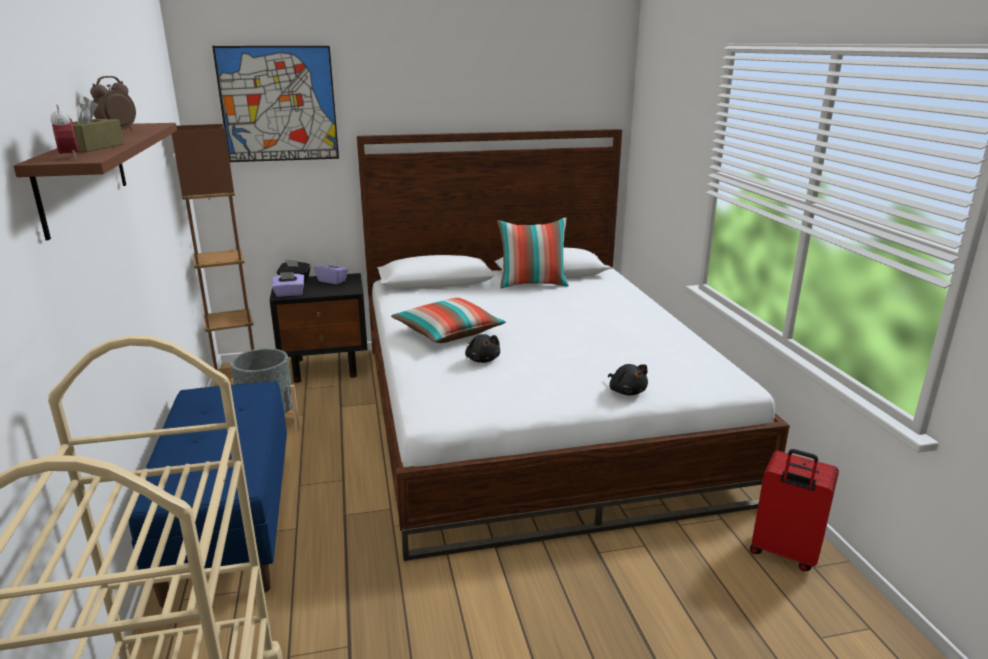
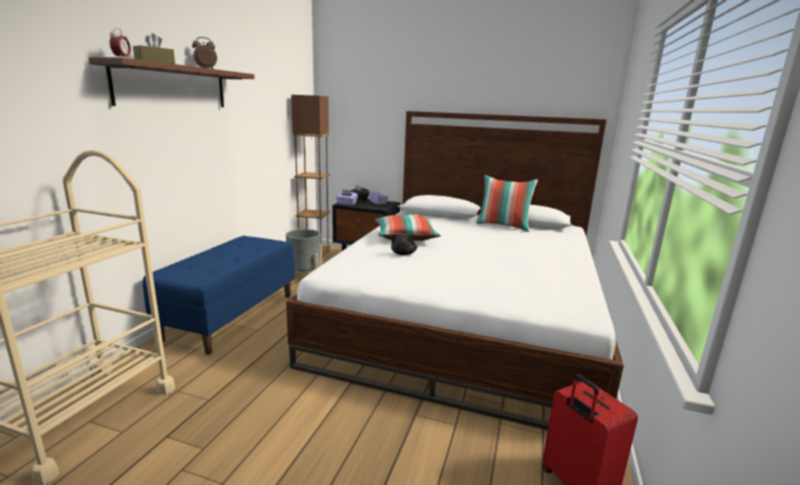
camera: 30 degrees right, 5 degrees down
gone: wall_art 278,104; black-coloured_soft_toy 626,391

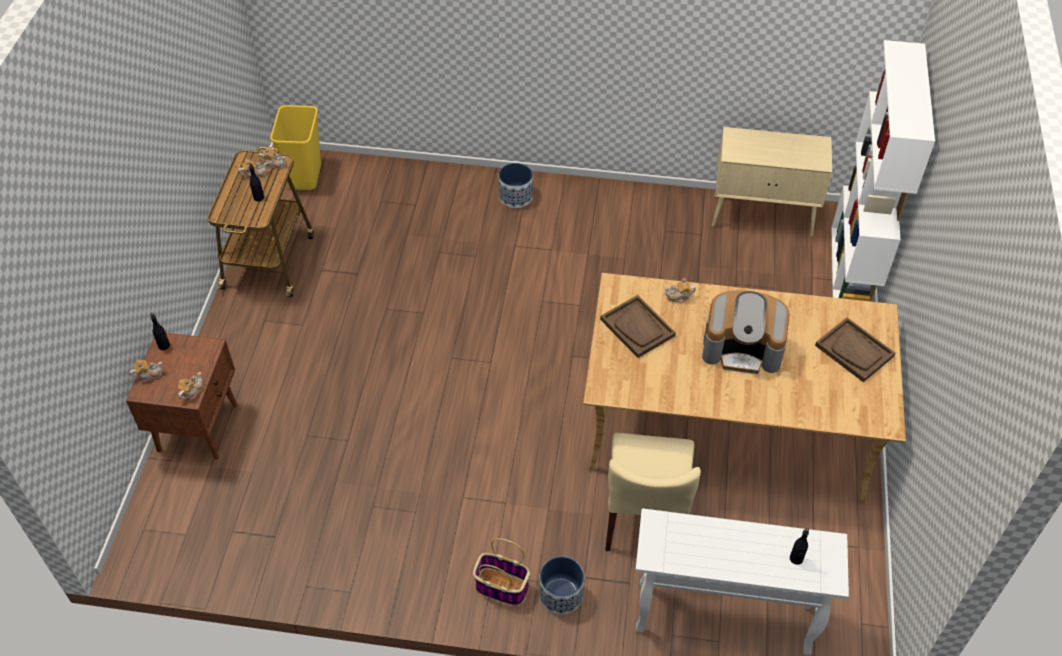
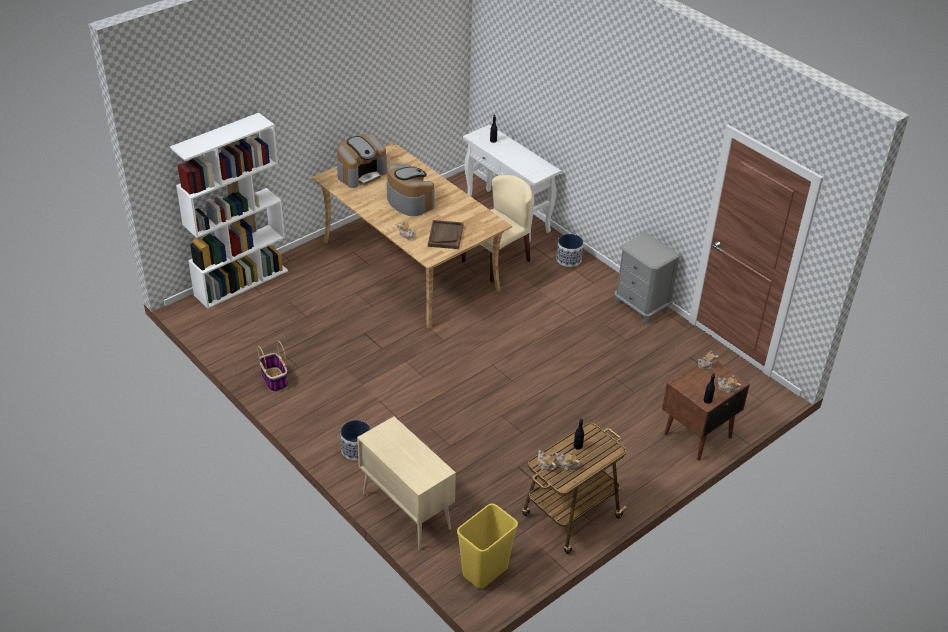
camera: 140 degrees left, 10 degrees down
new: gray_bedside_table 641,307
shifted: beige_cabinet 763,216 to 405,510; household_basket 500,587 to 275,380
swapped: brownish_tray 854,351 to coffee_brewer 361,174

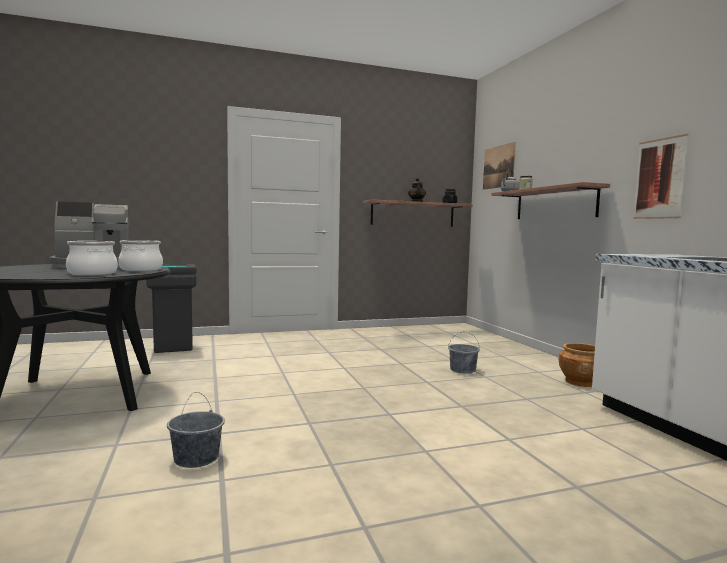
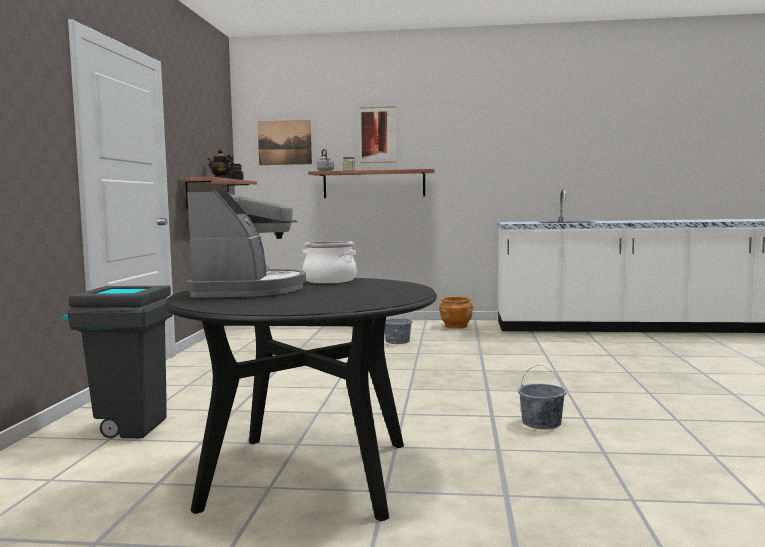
camera: 65 degrees left, 0 degrees up
gone: cooking_pot 93,273
shifted: wall_art 659,178 to 377,135

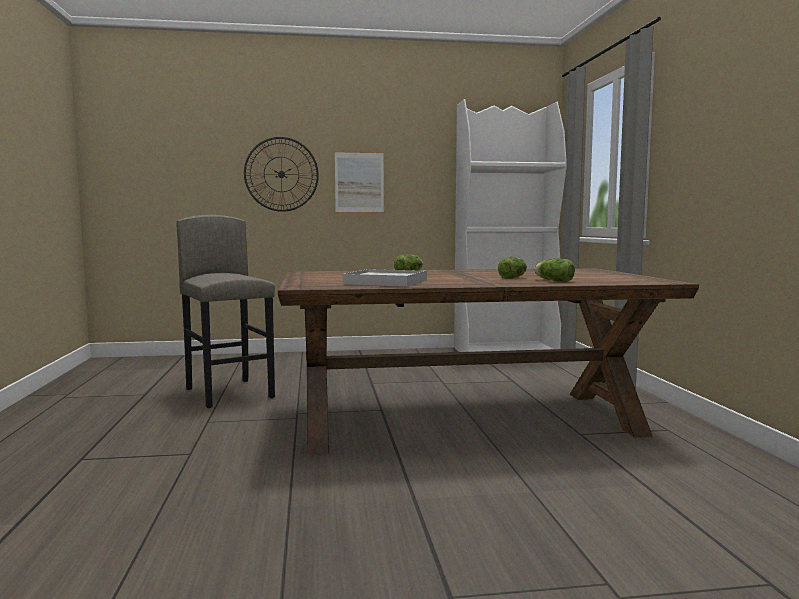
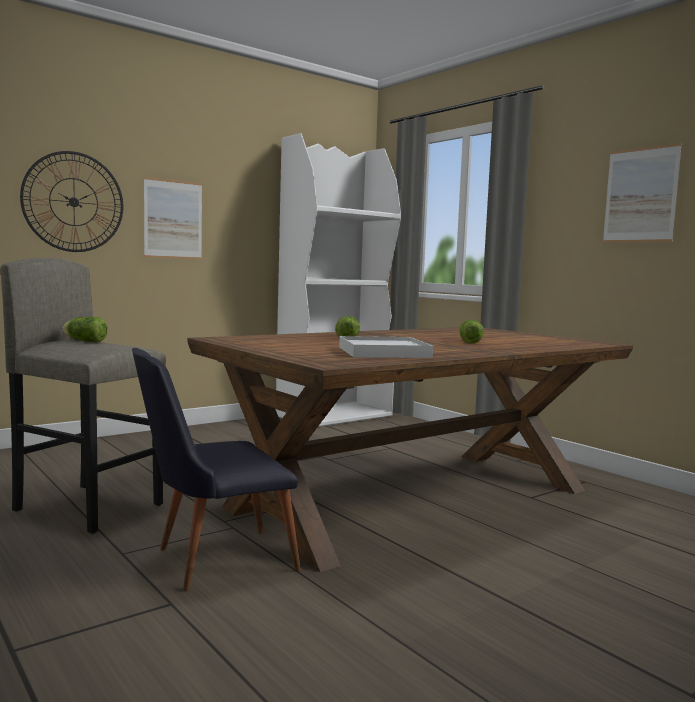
camera: 30 degrees left, 0 degrees up
new: wall_art 640,195; black-coloured_upright_chair 212,560
shifted: head_of_lettuce 553,281 to 84,341

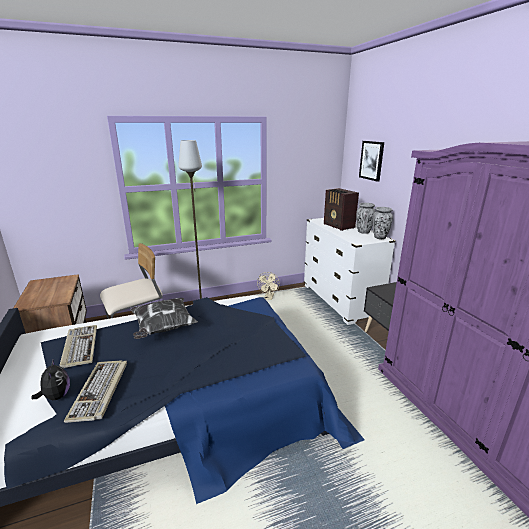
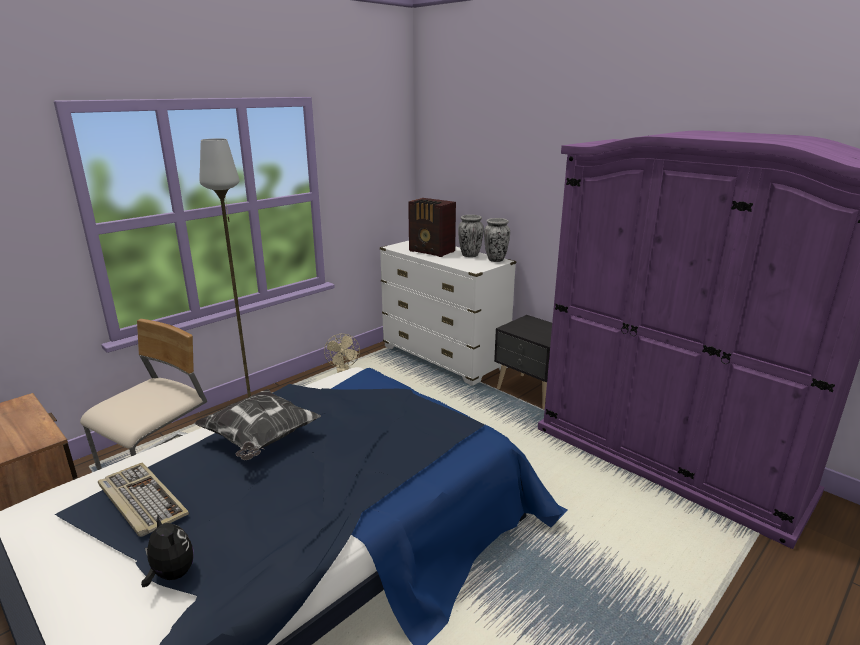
camera: 25 degrees left, 0 degrees up
gone: wall_art 372,160; keyboard 100,391

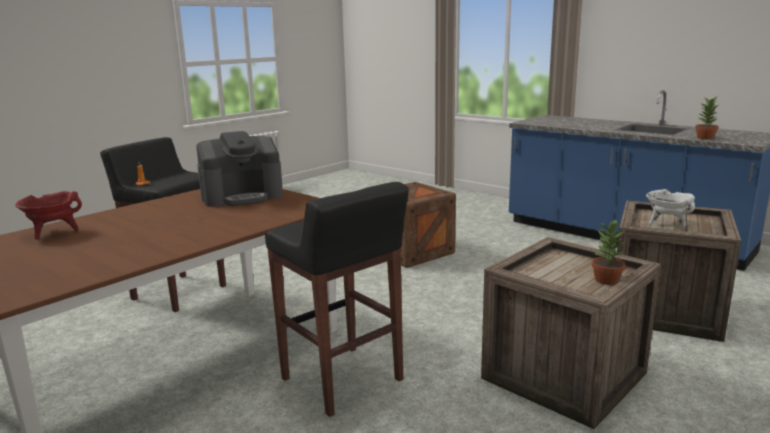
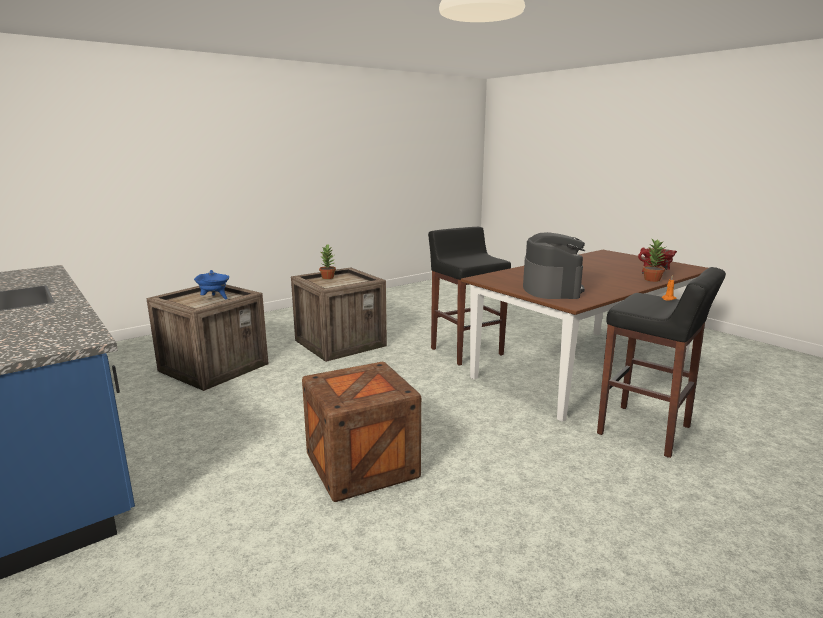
camera: 170 degrees left, 0 degrees up
shifted: potted_plant 705,138 to 652,279
repainted: whitish_cooking_pot 667,224 to bluish_cooking_pot 214,298
rotated: coffee_brewer 242,196 = 551,289 105 degrees clockwise

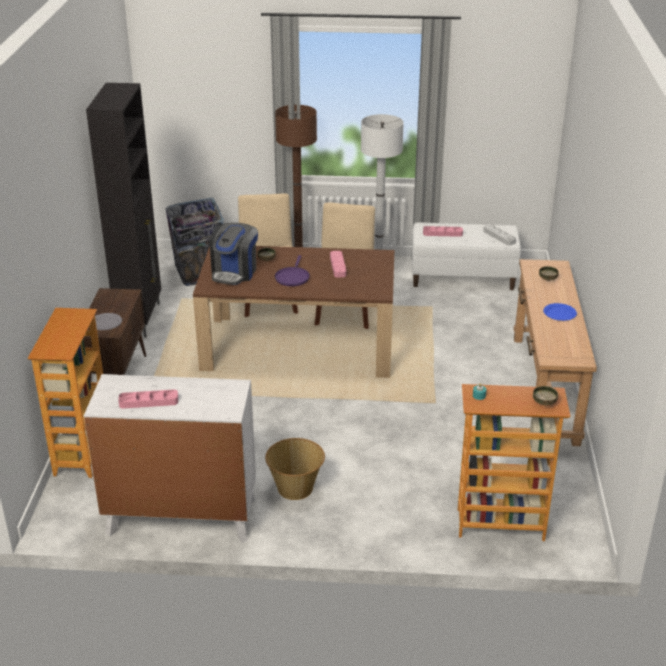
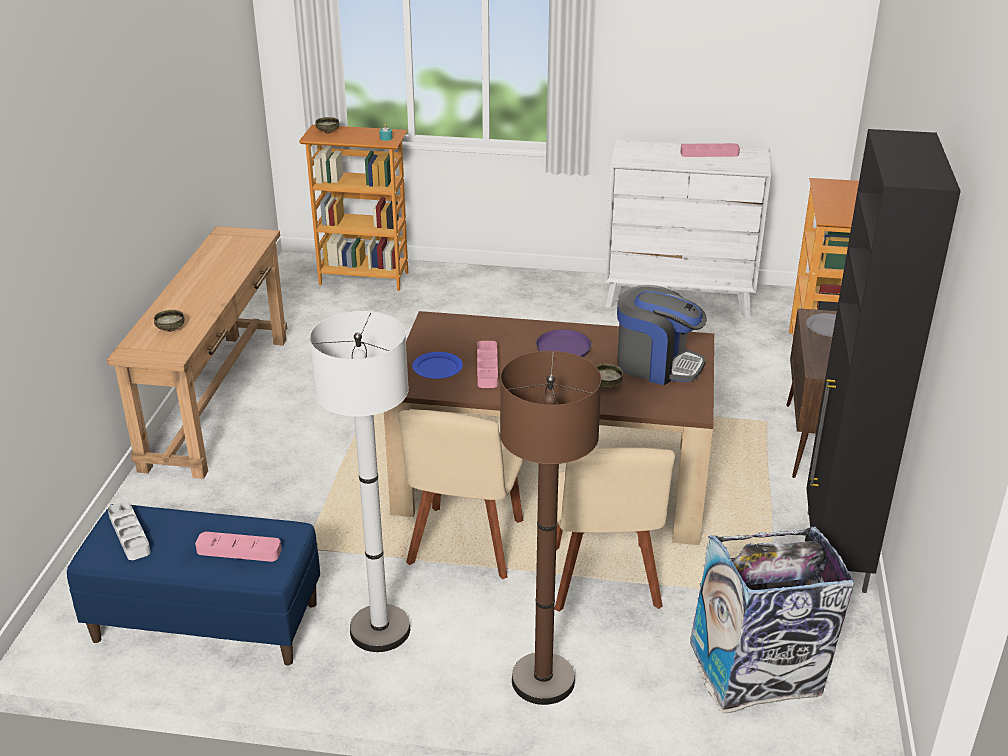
camera: 175 degrees left, 0 degrees up
gone: household_basket 295,488
shifted: bluish_plate 559,314 to 437,368
repainted: whitish_bench 463,277 to bluish_bench 205,622
rotated: coffee_brewer 234,272 = 657,364 90 degrees clockwise

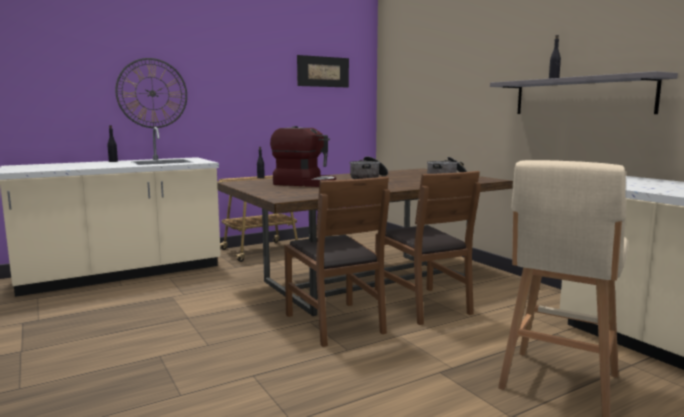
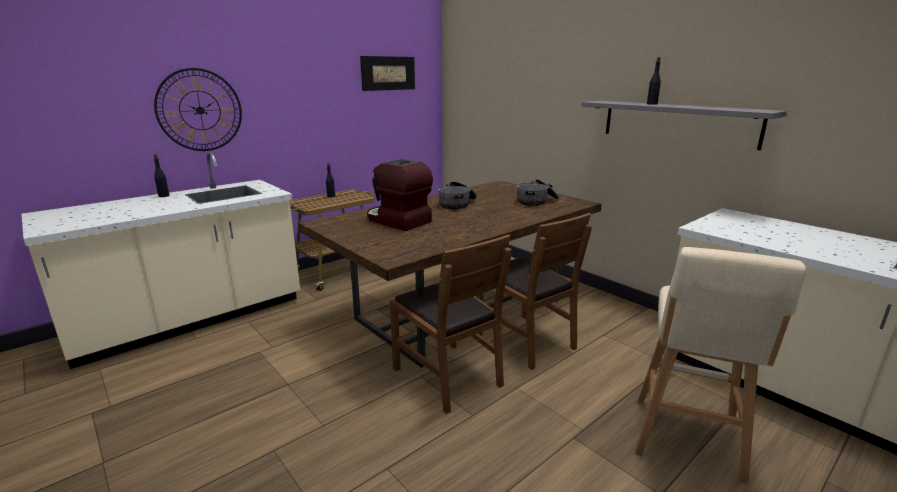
camera: 10 degrees left, 10 degrees up
rotated: coffee_brewer 305,183 = 397,221 150 degrees counterclockwise

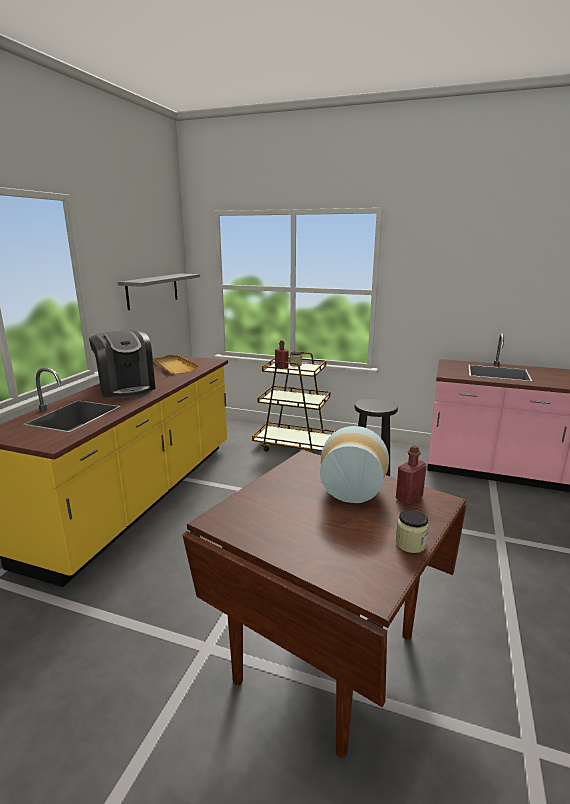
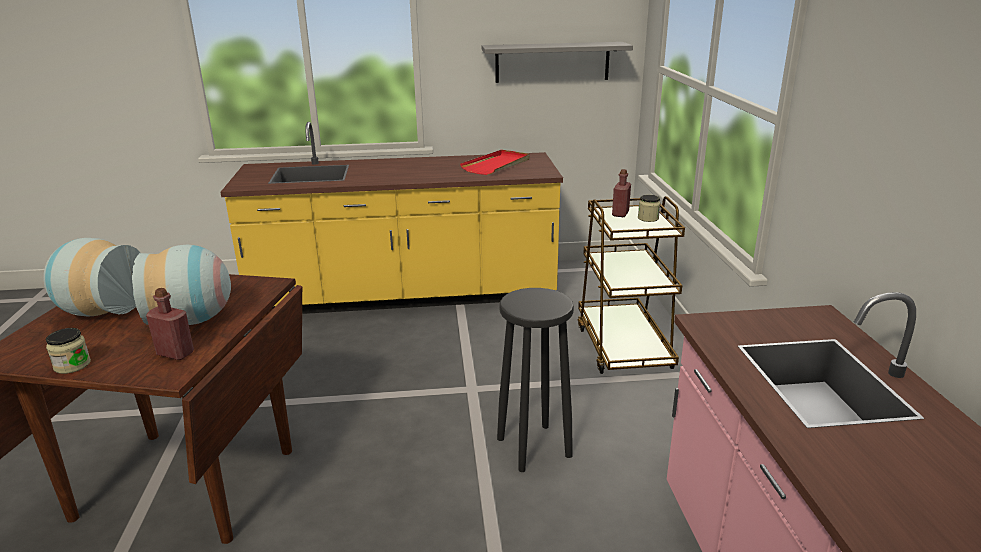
camera: 65 degrees right, 5 degrees up
gone: coffee_brewer 126,388
new: decorative_vase 101,311
repainted: beige_tray 174,366 to red_tray 497,165

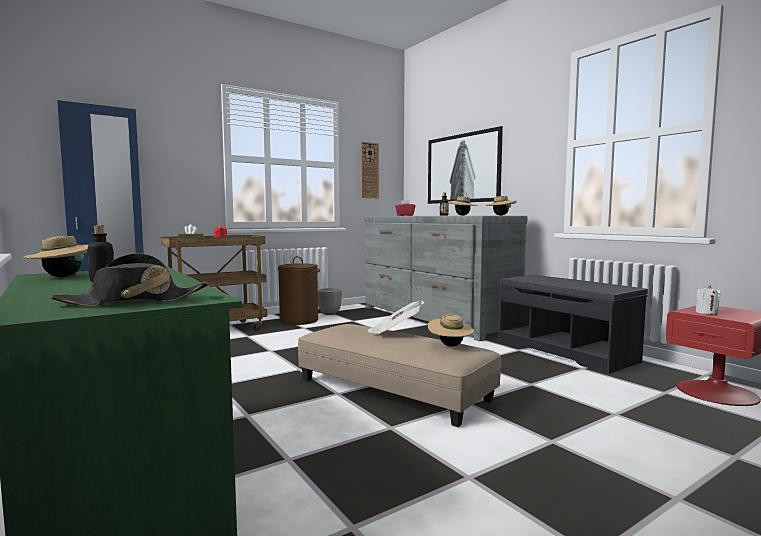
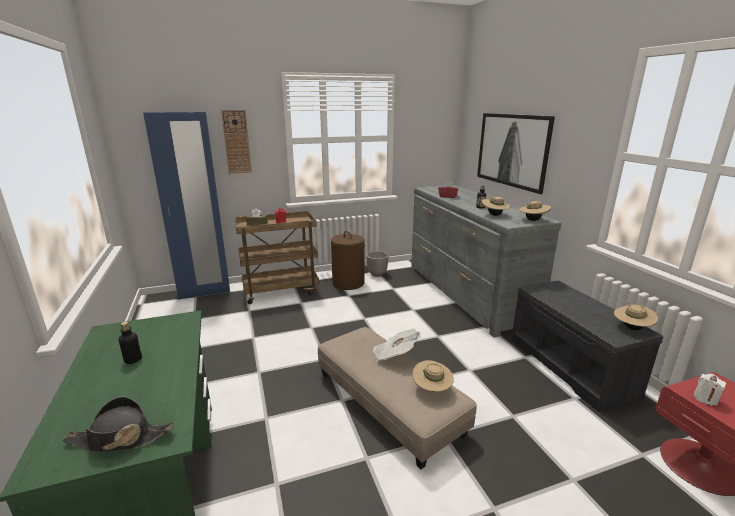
camera: 15 degrees right, 15 degrees up
shifted: wall_clock 369,170 to 236,142; beige_clothing_hat 63,276 to 631,328

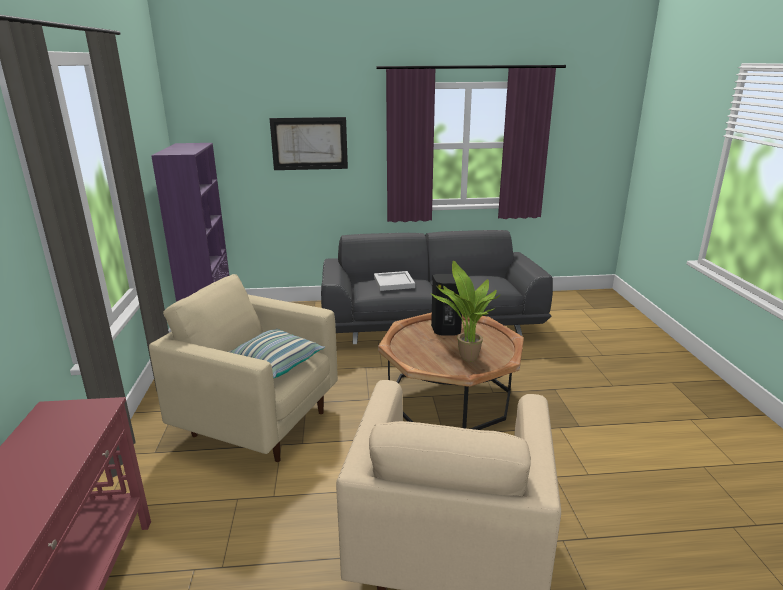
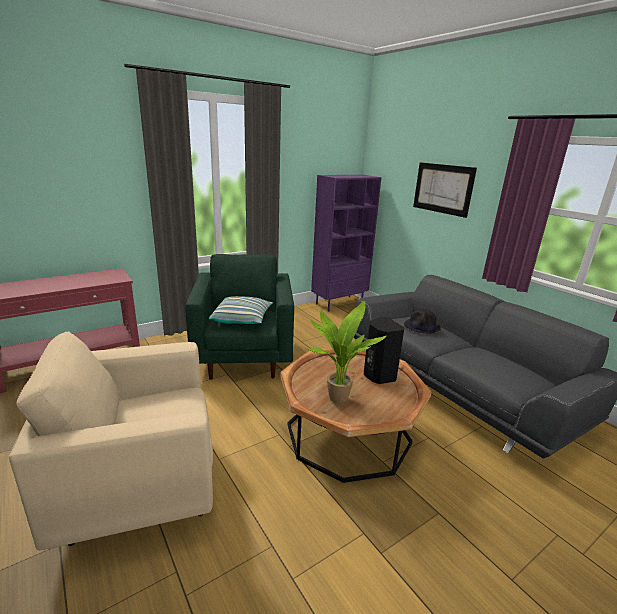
camera: 60 degrees right, 0 degrees up
swapped: whitish_tray 394,282 to black-coloured_clothing_hat 422,326
repainted: beige_lounge_chair 258,423 to green-coloured_lounge_chair 244,358

